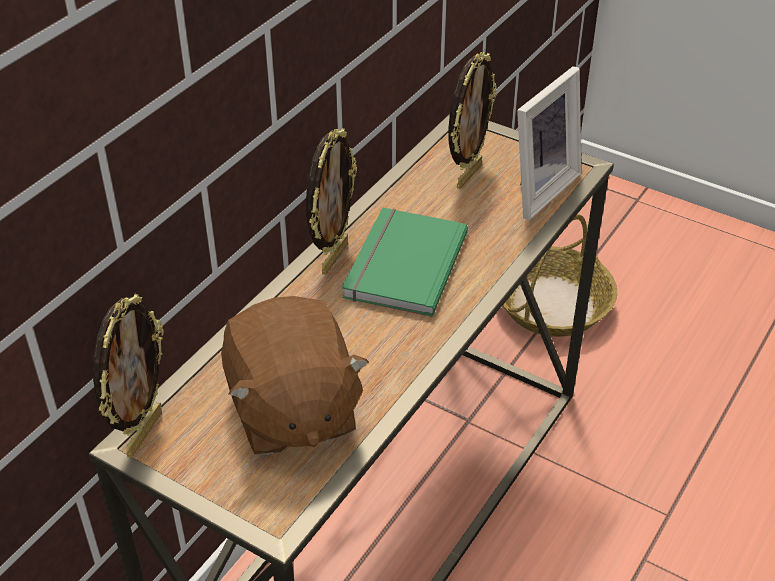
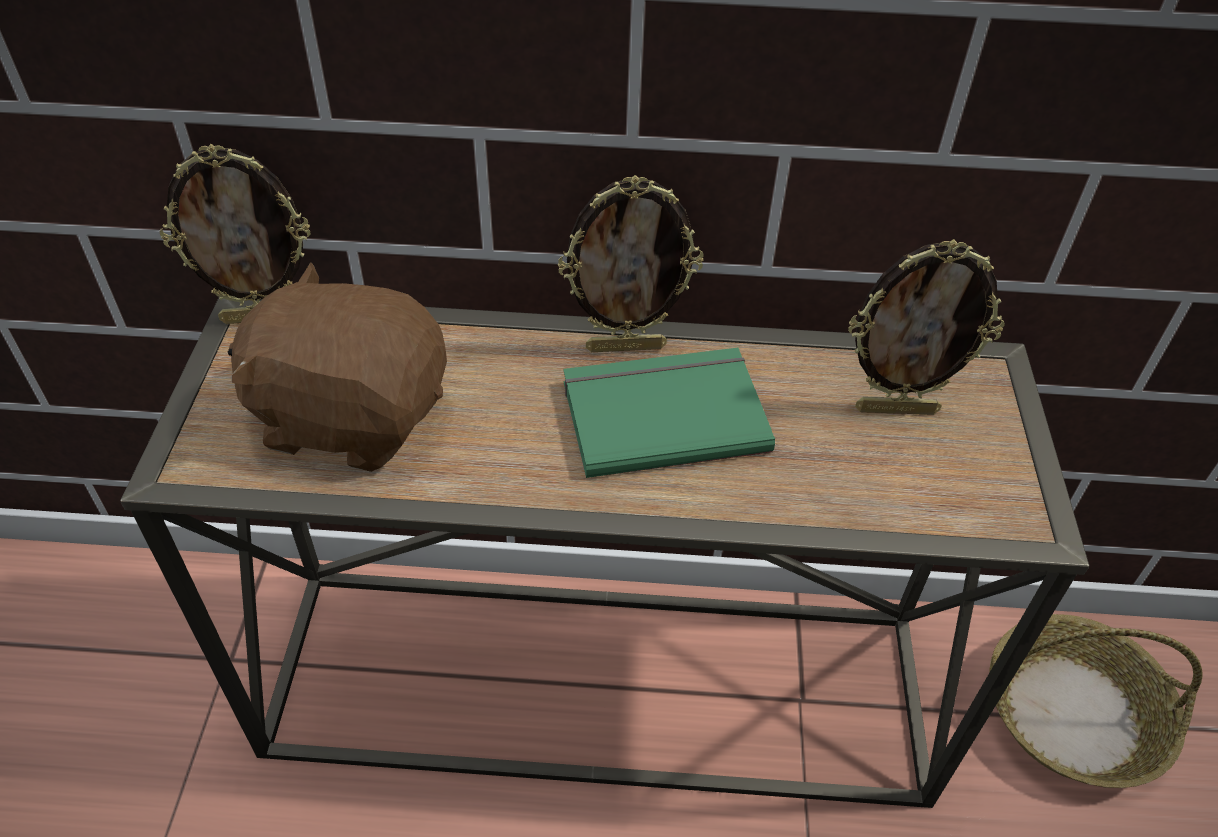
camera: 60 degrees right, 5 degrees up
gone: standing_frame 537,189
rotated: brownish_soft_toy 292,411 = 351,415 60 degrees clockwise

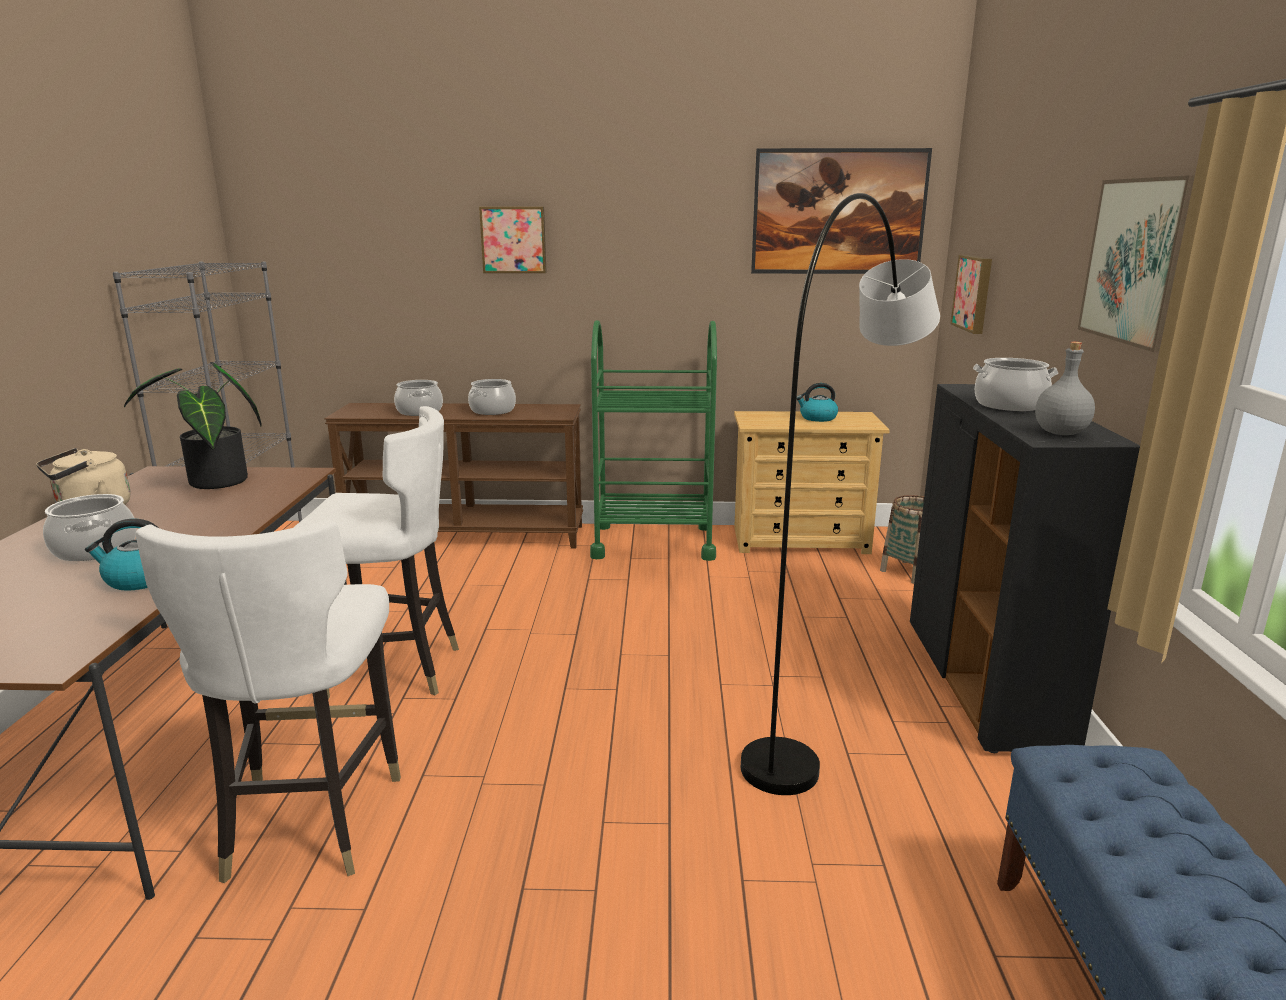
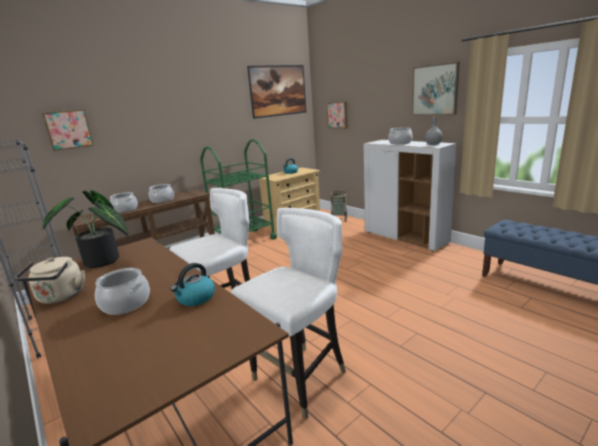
camera: 40 degrees left, 0 degrees up
gone: gray_standard_lamp 830,700
shifted: wall_art 514,240 to 68,129
repainted: black-coloured_cabinet 985,684 to whitish_cabinet 405,237
rotated: whitish_upright_chair 309,822 = 300,379 90 degrees counterclockwise

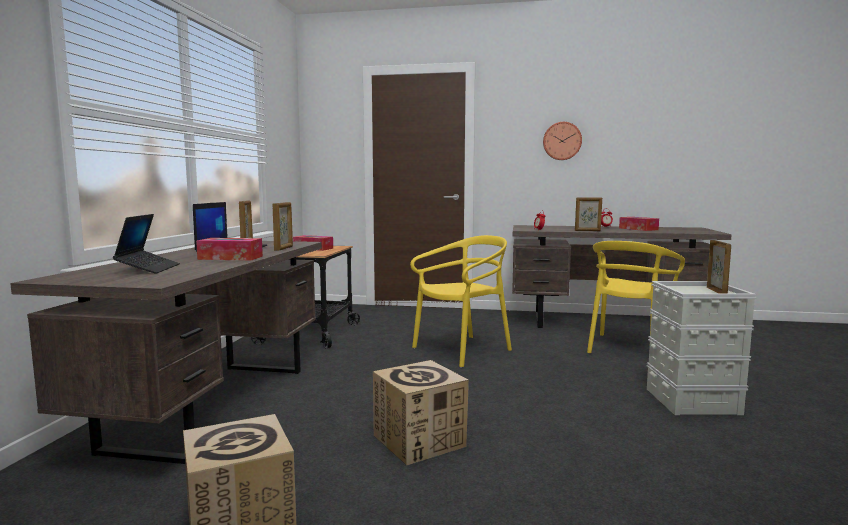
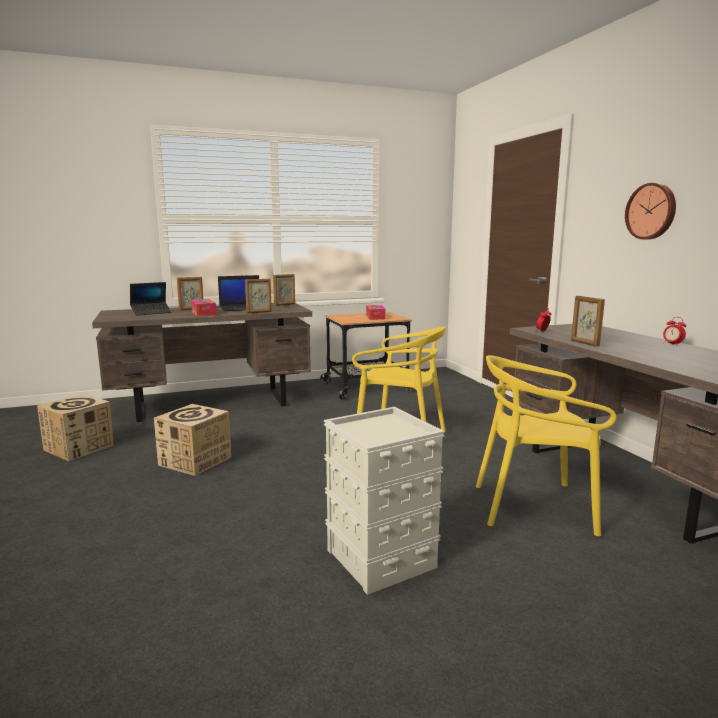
camera: 60 degrees right, 5 degrees up
gone: box_of_tissues 638,229
shifted: standing_frame 717,291 to 191,309

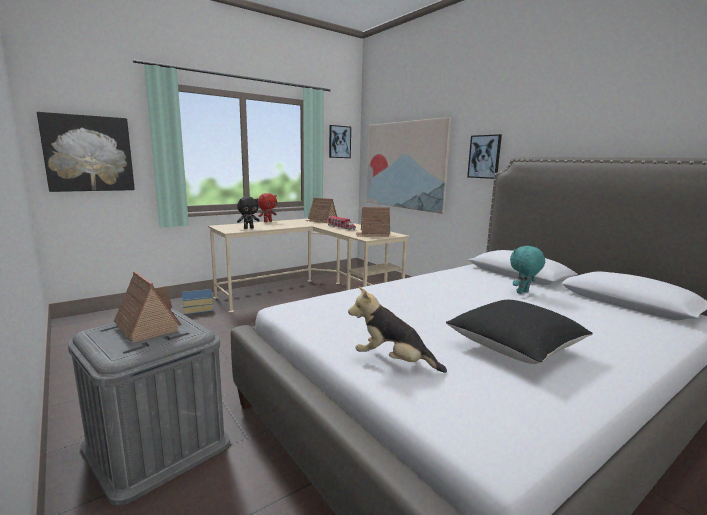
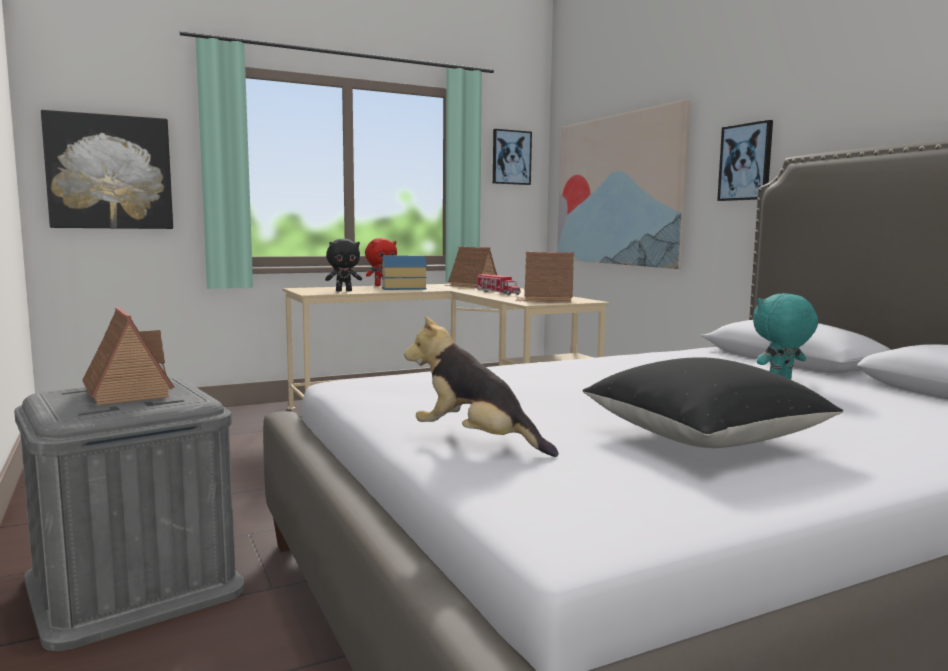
camera: 10 degrees right, 5 degrees down
shifted: model_house 197,310 to 403,288

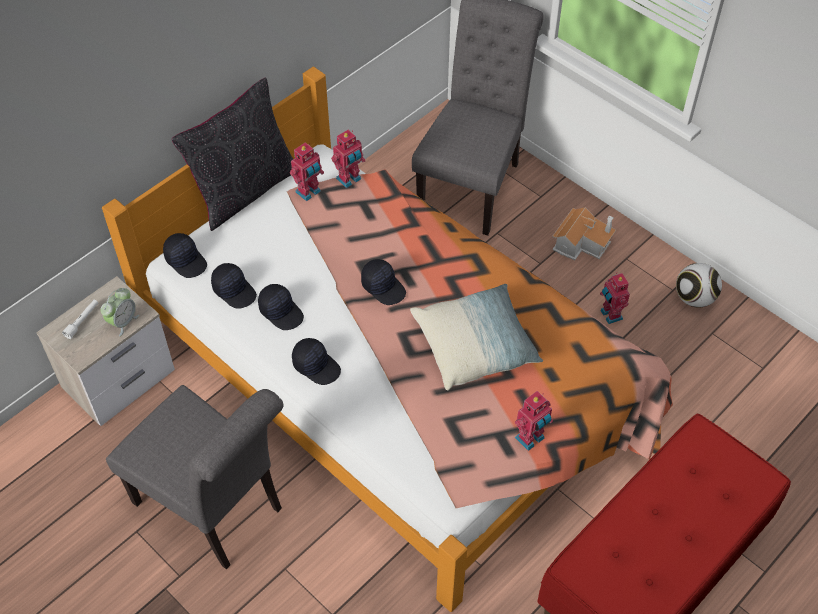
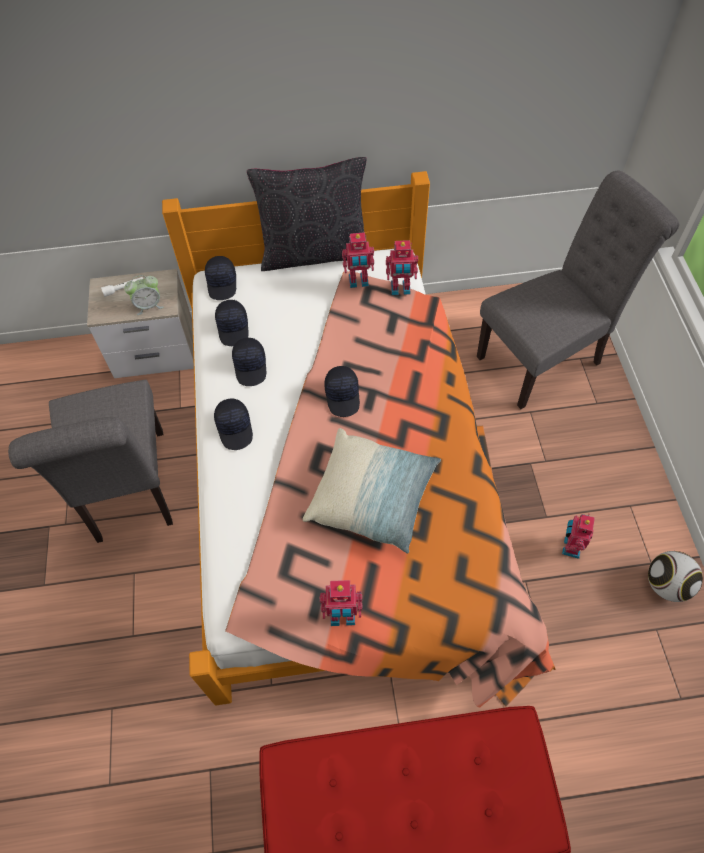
camera: 40 degrees right, 5 degrees up
gone: model_house 582,242

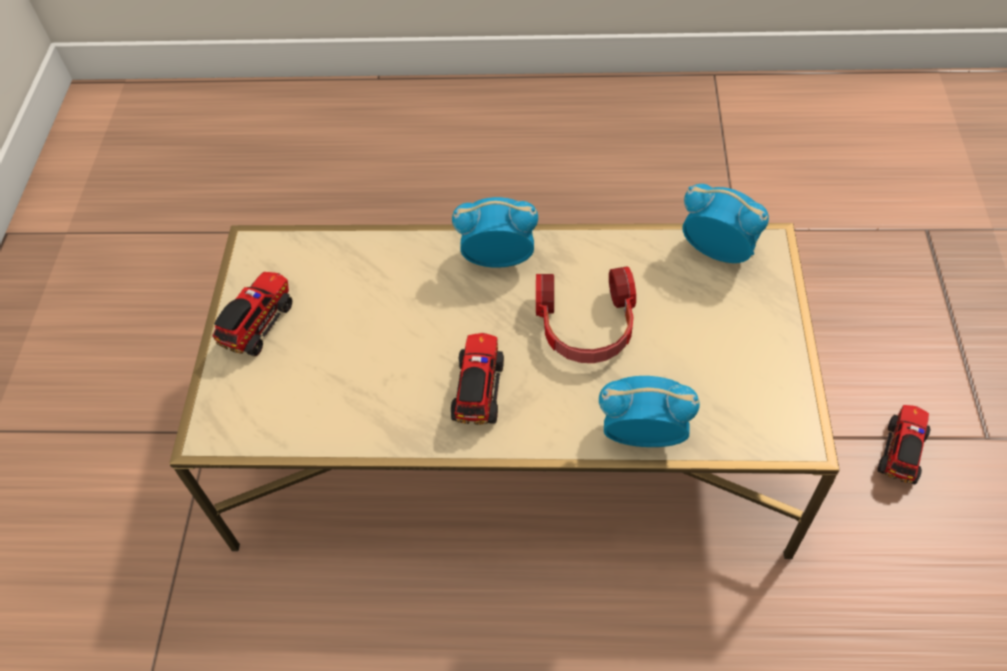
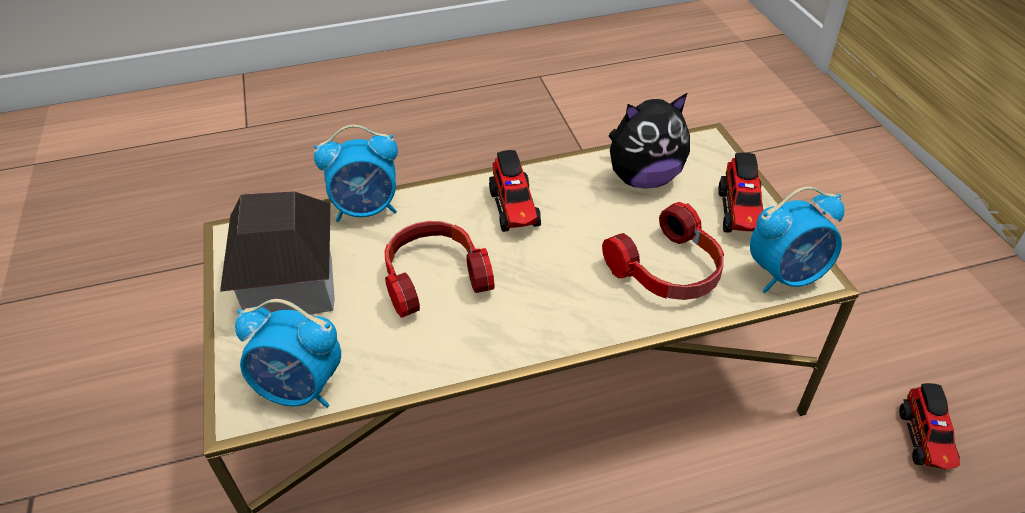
camera: 160 degrees right, 10 degrees down
new: soft_toy 643,178; model_house 291,288; headset 668,271
shifted: bedside_clock 498,258 to 786,275; toy_lorry 901,451 to 925,440

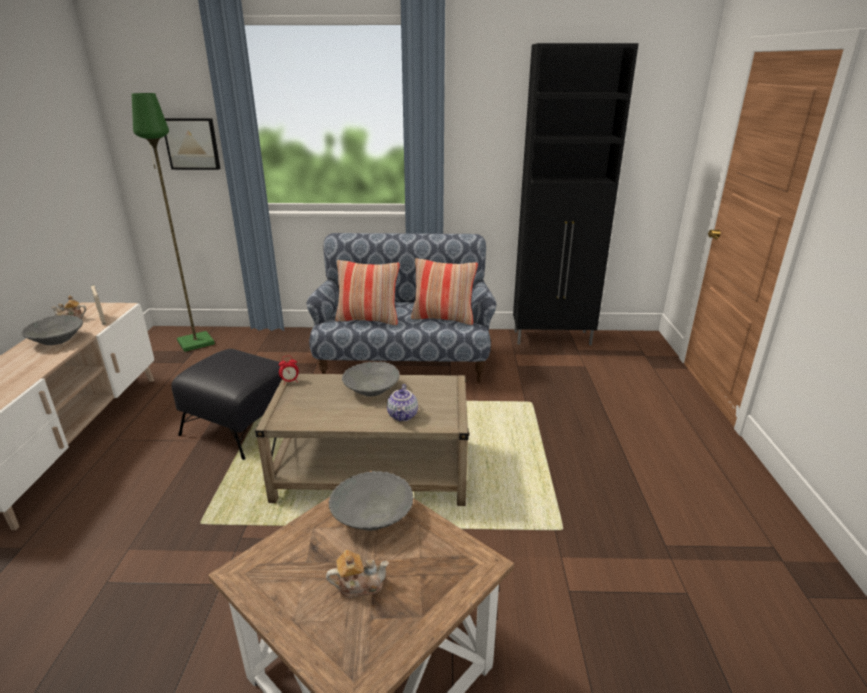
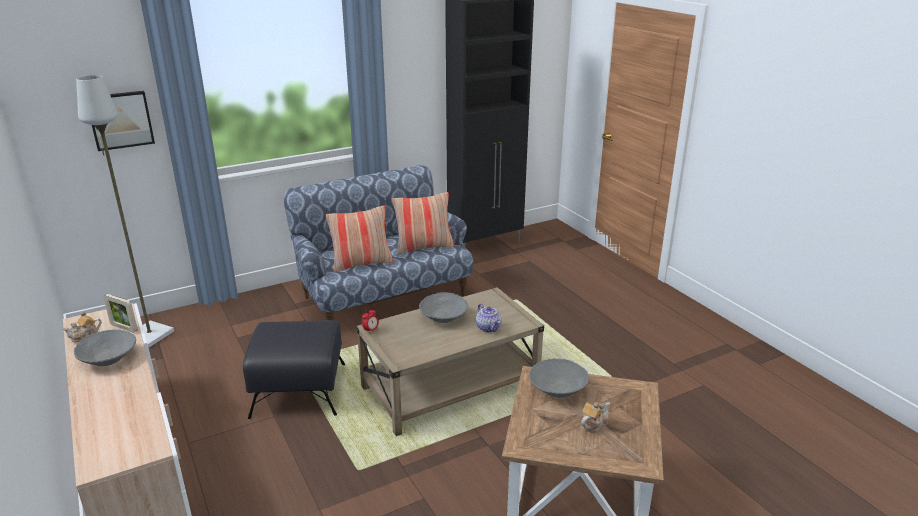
camera: 30 degrees left, 0 degrees up
repainted: green-coloured_standard_lamp 195,343 to gray_standard_lamp 150,336

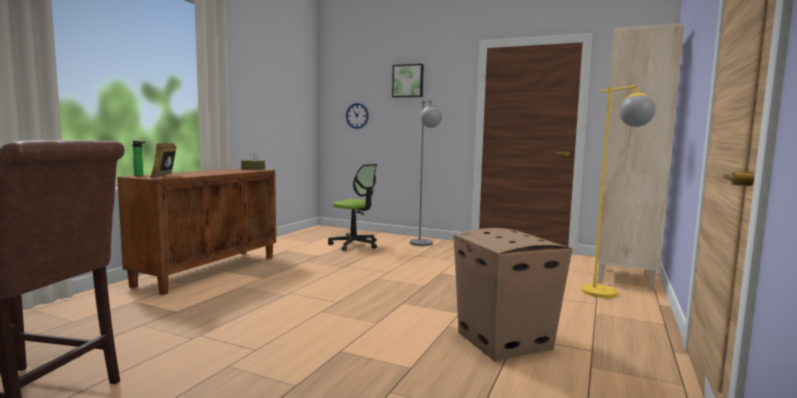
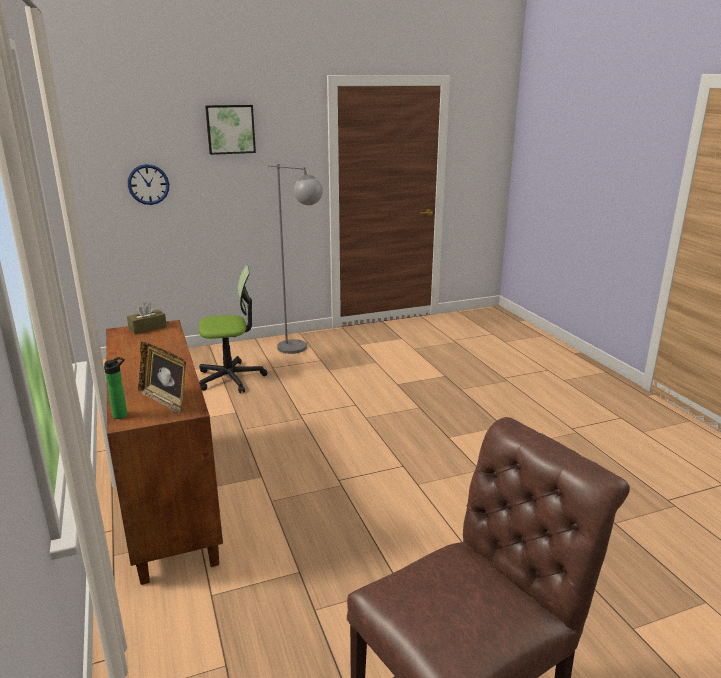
camera: 45 degrees left, 15 degrees up
gone: beige_bookshelf 625,278; yellow-coloured_standard_lamp 607,296; cardboard_box 504,341

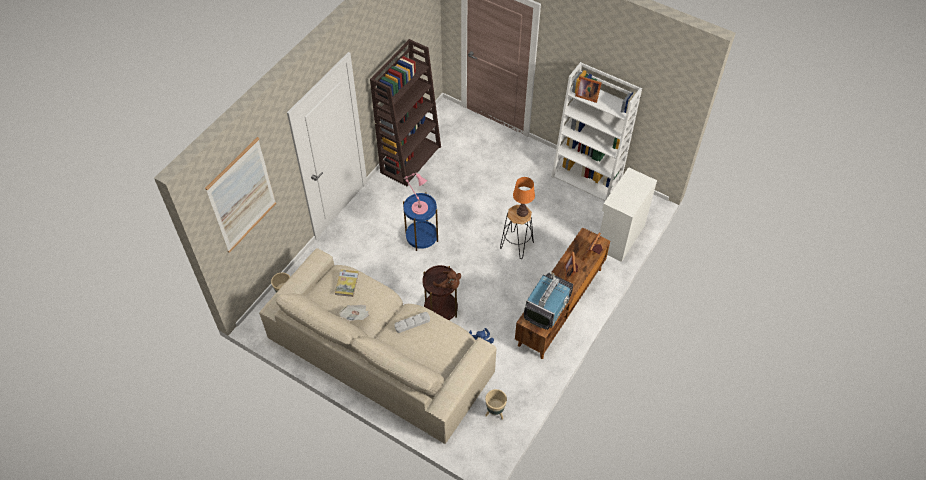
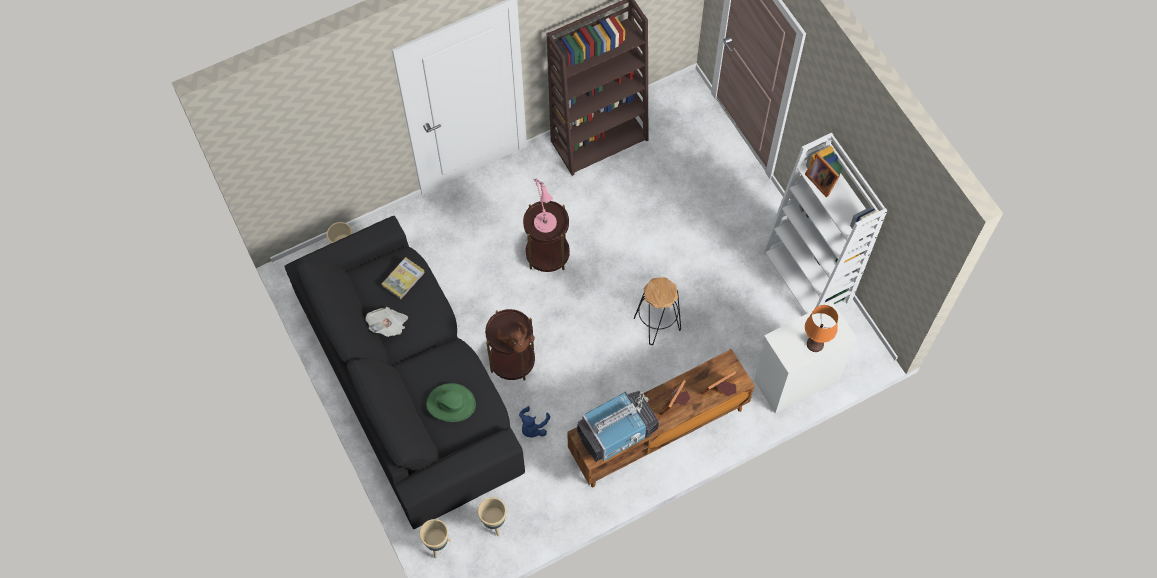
camera: 30 degrees right, 10 degrees up
gone: wall_art 242,195; gray_tray 412,323
new: green-coloured_clothing_hat 451,404; beige_plant_pot 437,545
shifted: orange_table_lamp 522,212 to 815,344
repainted: bluish_accent_table 421,237 to brownish_accent_table 547,254; beige_couch 381,354 to black-coloured_couch 410,381

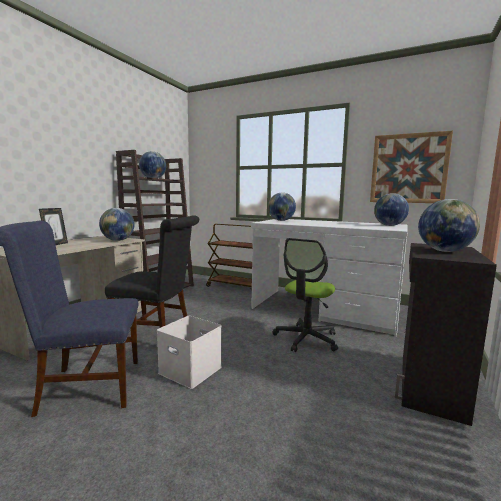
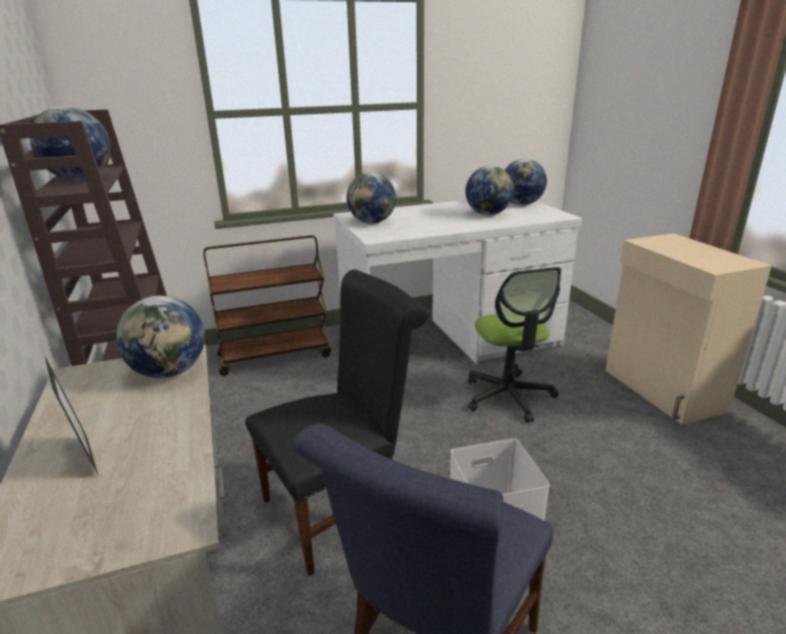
camera: 45 degrees left, 15 degrees up
gone: wall_art 408,168
shifted: globe 444,251 to 488,214
repainted: black-coloured_cabinet 429,385 to beige_cabinet 662,390

